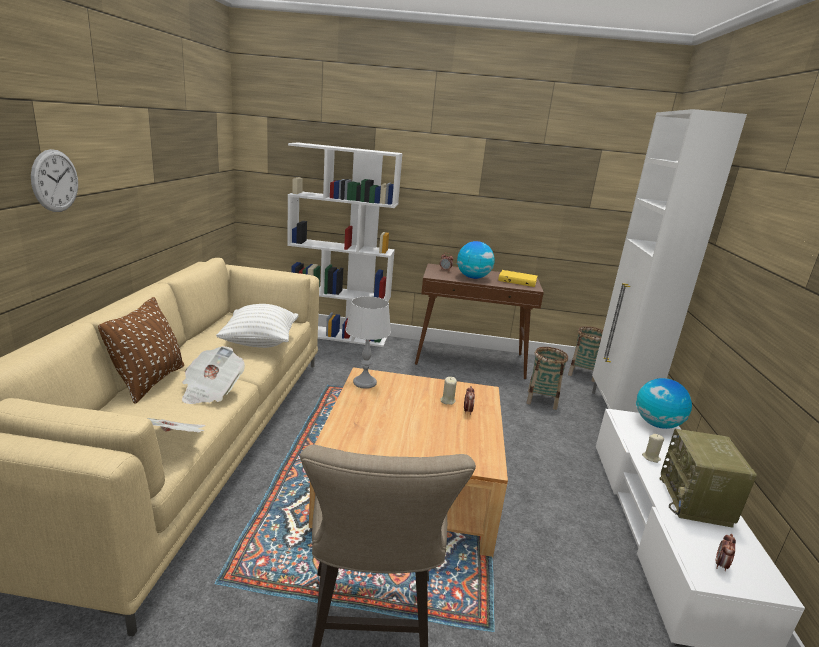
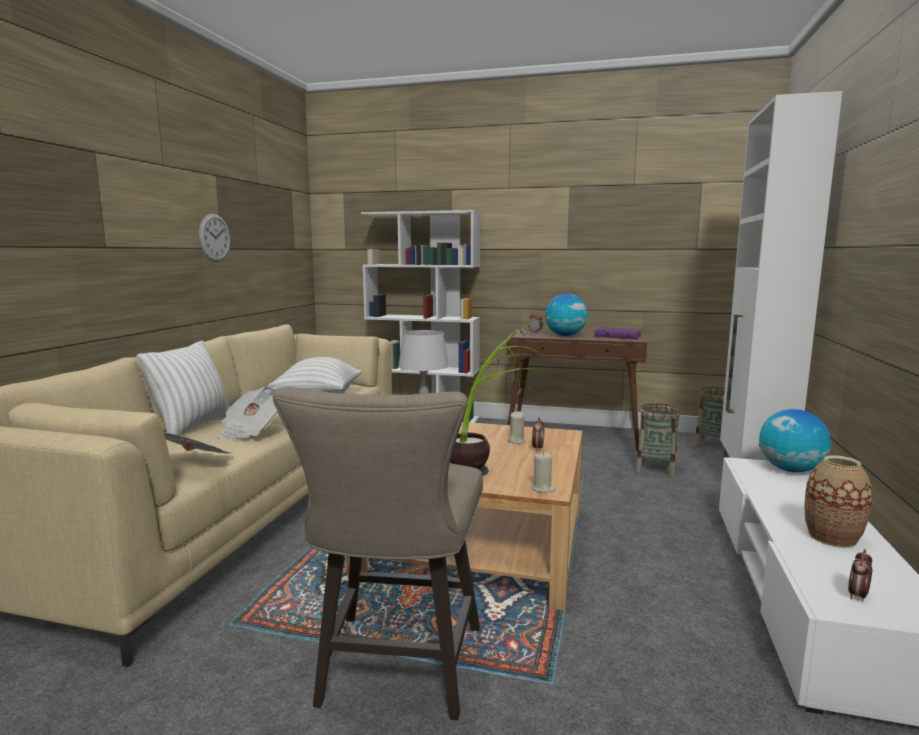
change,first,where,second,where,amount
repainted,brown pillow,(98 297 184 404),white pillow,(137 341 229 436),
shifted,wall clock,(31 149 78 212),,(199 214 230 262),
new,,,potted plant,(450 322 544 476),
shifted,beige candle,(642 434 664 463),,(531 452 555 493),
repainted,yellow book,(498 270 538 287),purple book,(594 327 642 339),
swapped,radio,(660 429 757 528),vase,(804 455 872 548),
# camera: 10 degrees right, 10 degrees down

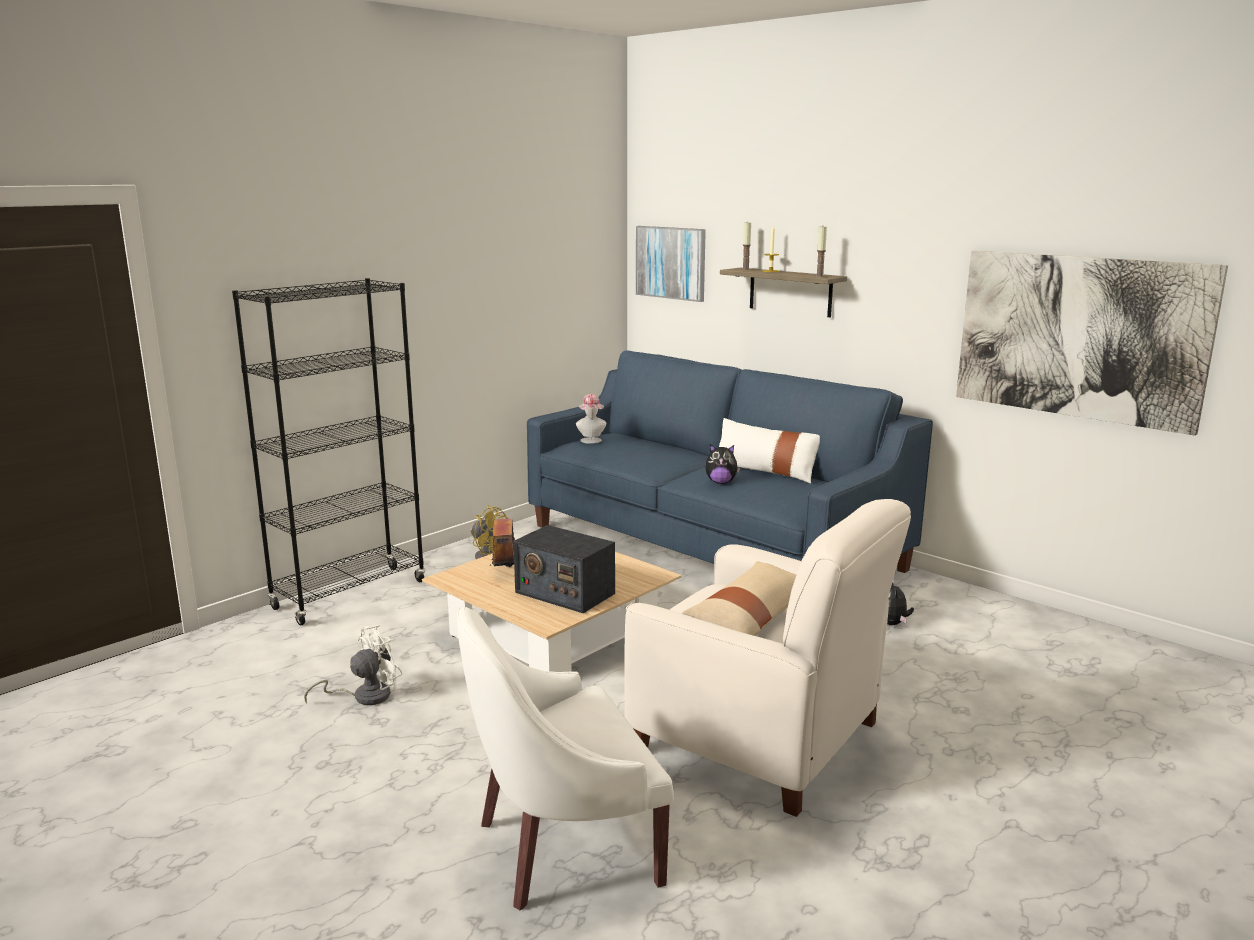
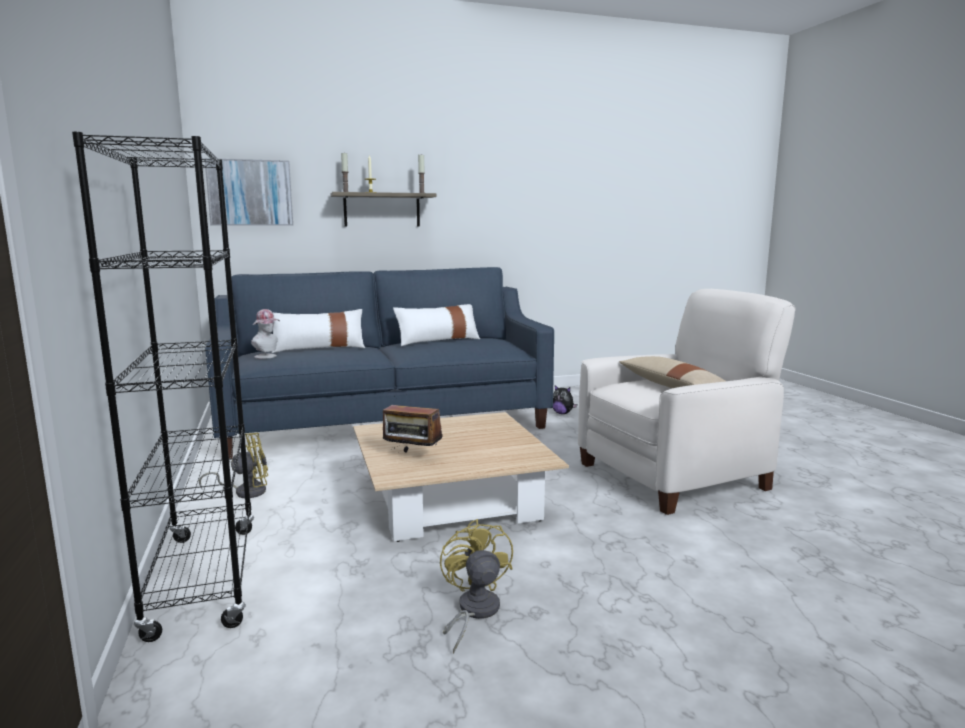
change,first,where,second,where,amount
new,,,white pillow,(272 309 365 353),
repainted,white fan,(304 625 403 705),yellow fan,(440 519 513 654),
gone,white armchair,(457 607 674 911),,,
gone,radio,(513 525 615 613),,,
gone,plush toy,(705 444 740 484),,,
gone,picture,(956 251 1228 436),,,
# camera: 60 degrees left, 5 degrees down

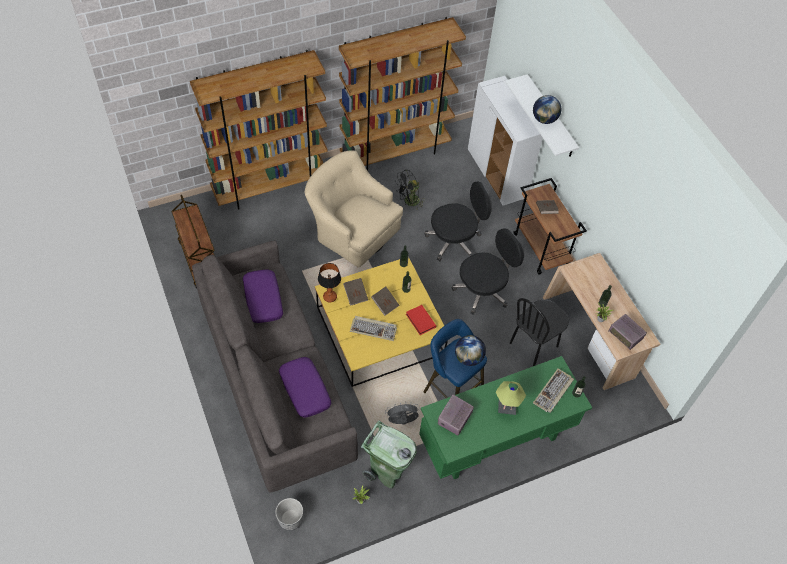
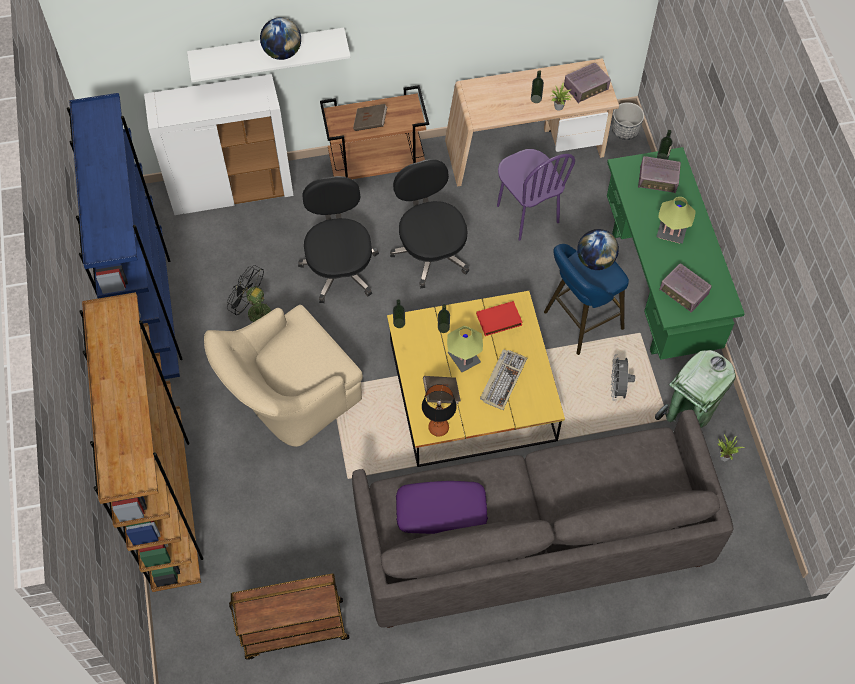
change,first,where,second,where,amount
repainted,brown bookcase,(339 17 466 171),blue bookcase,(67 93 183 379),
rotated,black fan,(395 169 425 210),,(227 265 271 322),135 degrees clockwise
swapped,brown book,(371 287 400 316),table lamp,(447 326 483 372),
repainted,black chair,(510 298 569 366),purple chair,(497 149 575 241),
shifted,planter,(275 498 303 530),,(612 102 644 140),
swapped,keyboard,(533 368 574 413),radio,(638 156 681 193),
gone,purple pillow,(279 357 331 418),,,
# camera: 75 degrees left, 5 degrees up

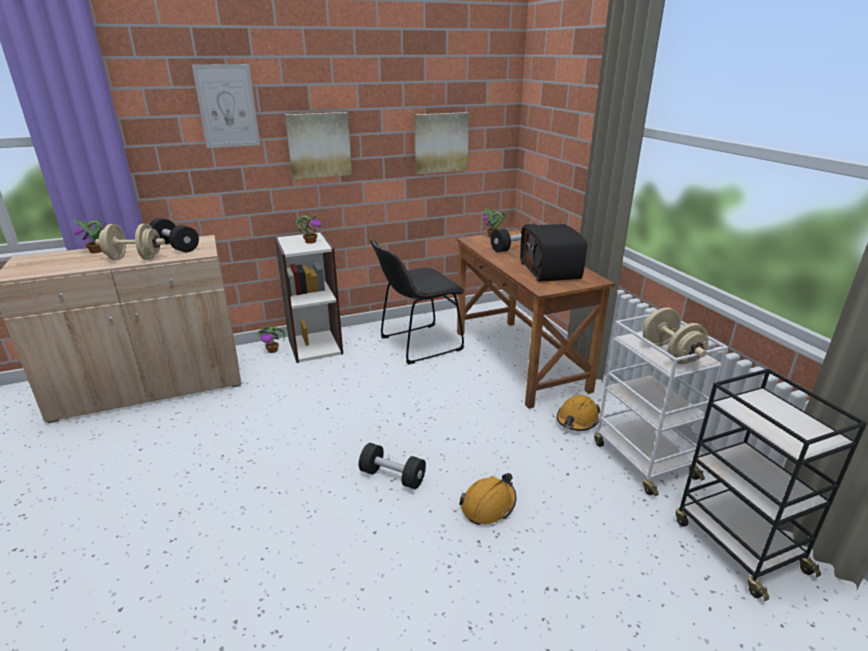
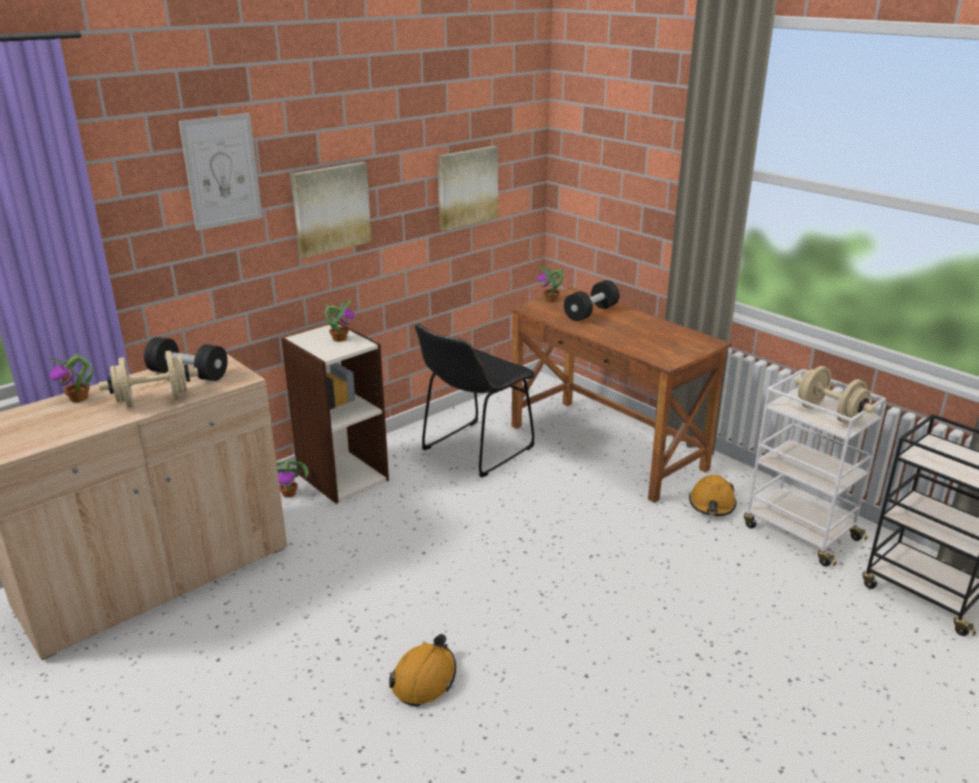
change,first,where,second,where,amount
shifted,orange hard hat,(459 473 516 525),,(389 634 456 706),
gone,black dumbbell,(359 443 426 489),,,
gone,radio,(520 224 587 282),,,
# camera: 20 degrees left, 0 degrees up

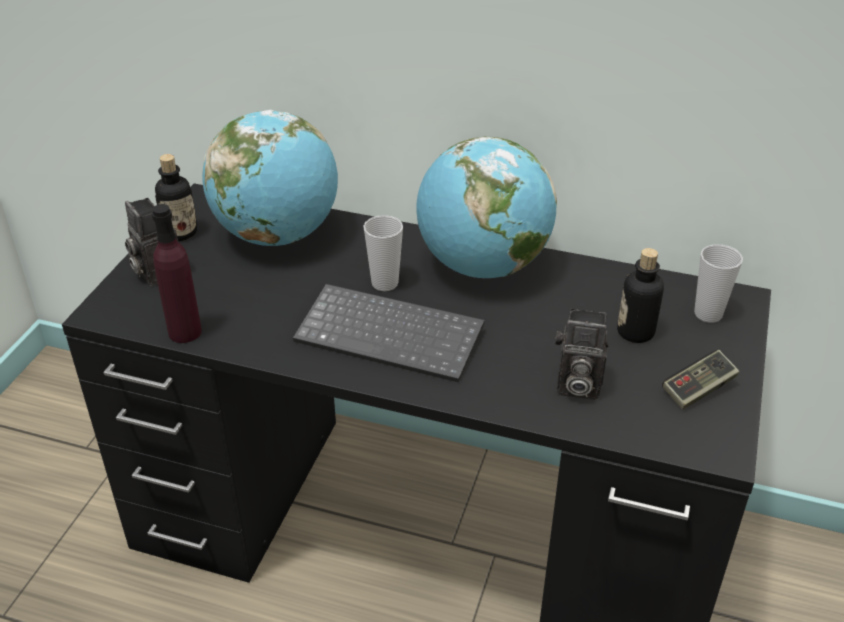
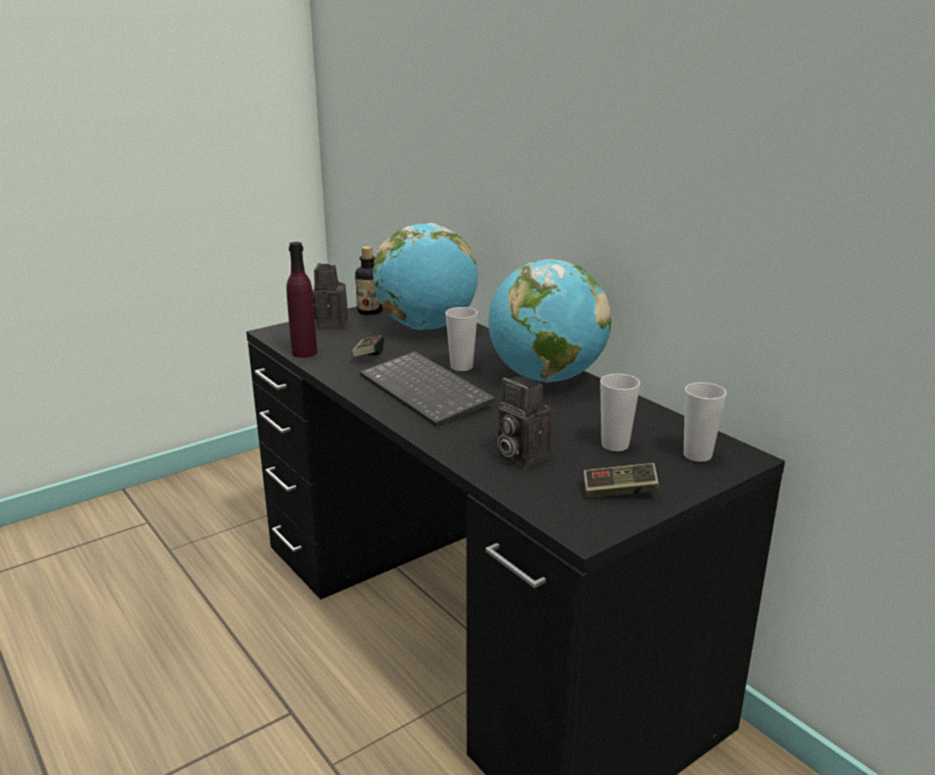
change,first,where,second,where,amount
new,,,game controller,(352 335 384 357),
swapped,bottle,(617 248 664 343),cup,(600 373 640 452),
# camera: 35 degrees right, 15 degrees down

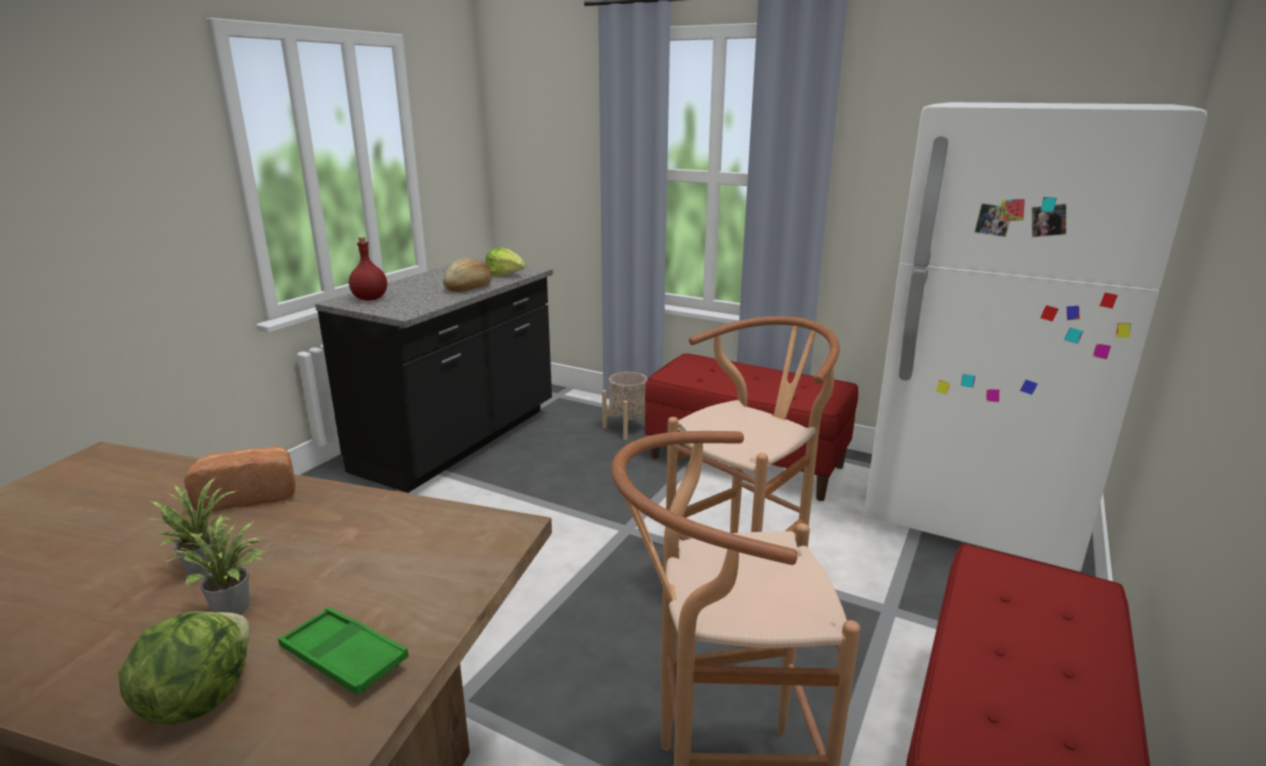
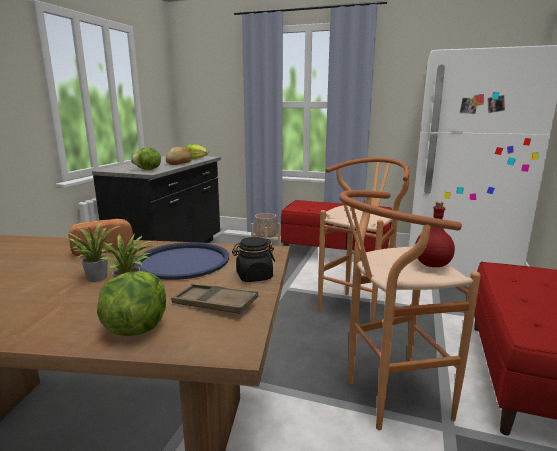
change,first,where,second,where,amount
new,,,lettuce,(131 148 161 170),
new,,,blue tray,(135 242 229 280),
repainted,green tray,(278 607 409 695),brown tray,(171 283 259 314),
new,,,black jar,(232 237 275 282),
shifted,red bottle,(349 237 387 301),,(415 201 455 267),
# camera: 10 degrees left, 5 degrees down

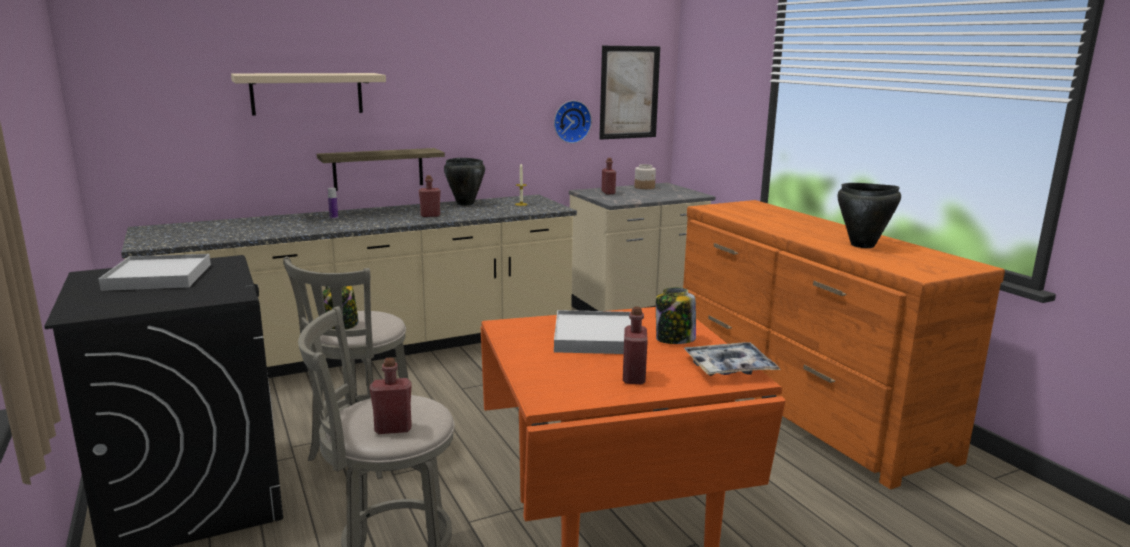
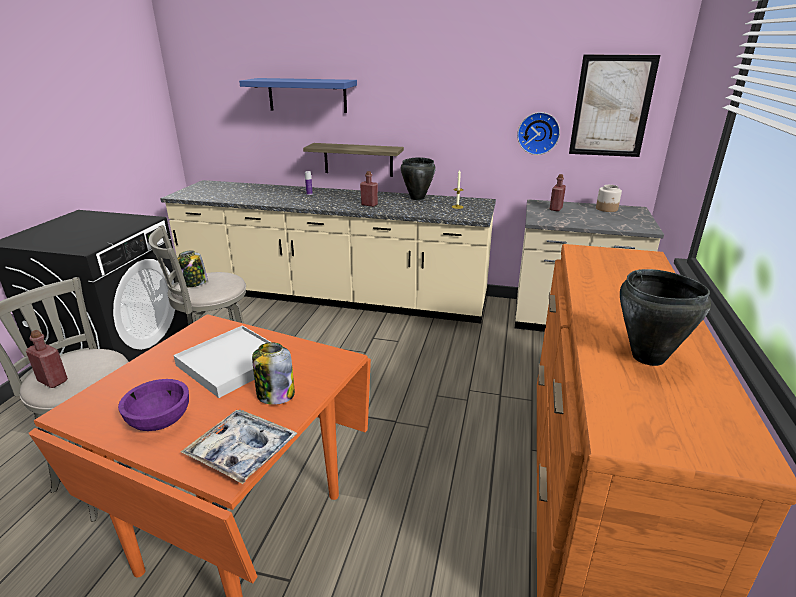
change,first,where,second,where,amount
swapped,red bottle,(623 307 648 384),purple bowl,(118 379 189 431),
repainted,beige shelf,(231 73 386 116),blue shelf,(239 78 357 113),
gone,white tray,(99 254 211 291),,,
# camera: 40 degrees right, 10 degrees up

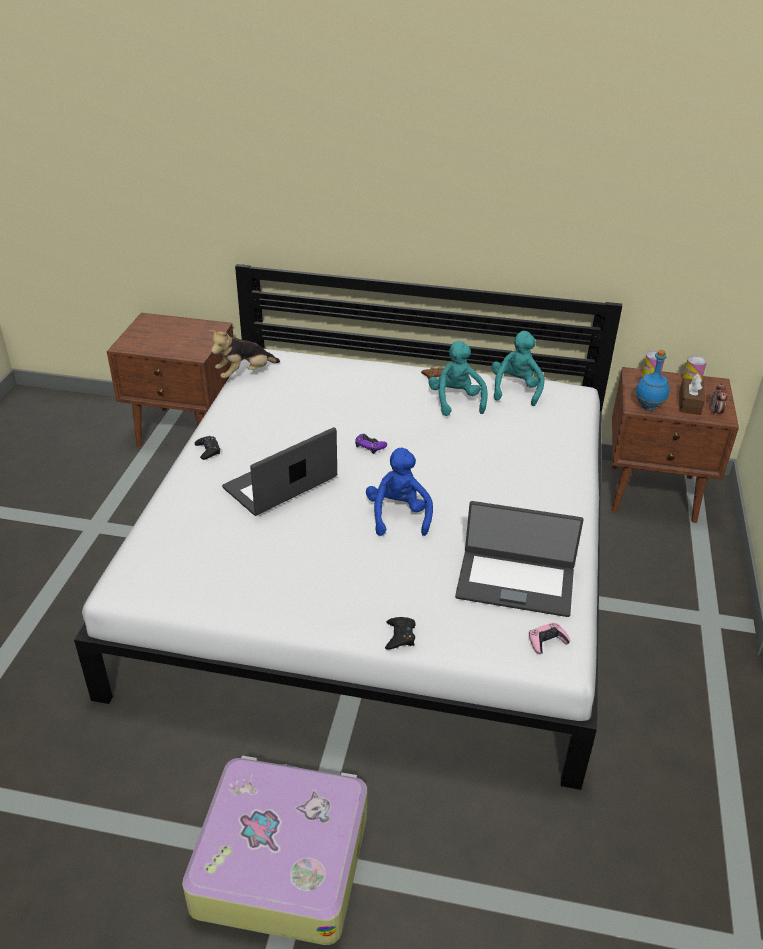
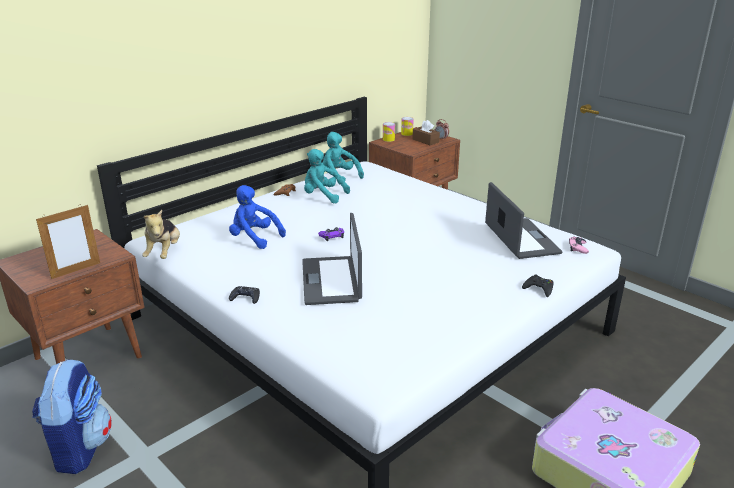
change,first,where,second,where,amount
new,,,backpack,(32 359 112 474),
new,,,picture frame,(36 205 100 279),
shifted,blue plush toy,(366 448 433 536),,(229 185 286 249),
rotated,laptop,(455 501 583 617),,(485 182 562 259),60 degrees counterclockwise
gone,blue bottle,(635 350 669 411),,,
# camera: 55 degrees left, 10 degrees down

